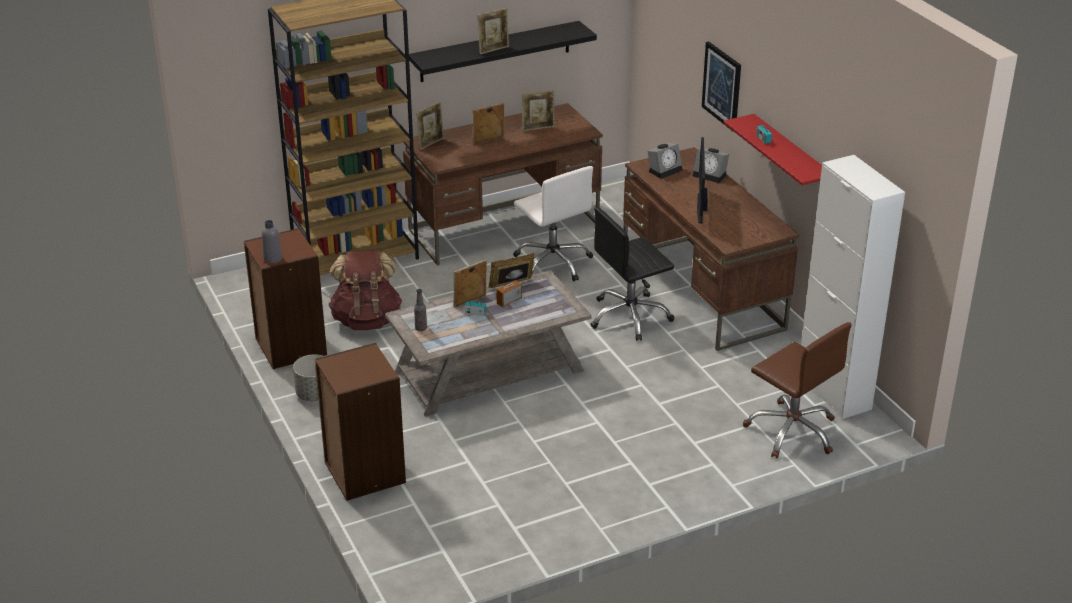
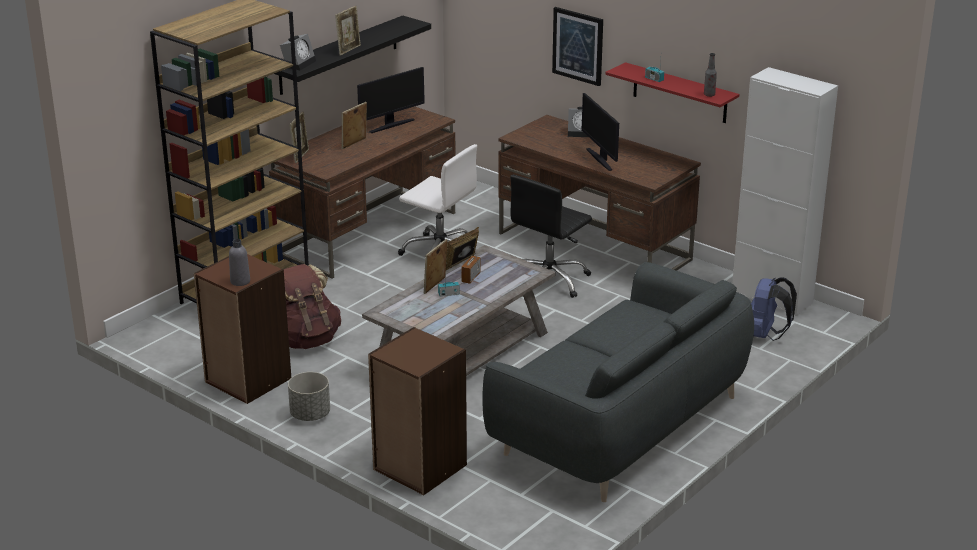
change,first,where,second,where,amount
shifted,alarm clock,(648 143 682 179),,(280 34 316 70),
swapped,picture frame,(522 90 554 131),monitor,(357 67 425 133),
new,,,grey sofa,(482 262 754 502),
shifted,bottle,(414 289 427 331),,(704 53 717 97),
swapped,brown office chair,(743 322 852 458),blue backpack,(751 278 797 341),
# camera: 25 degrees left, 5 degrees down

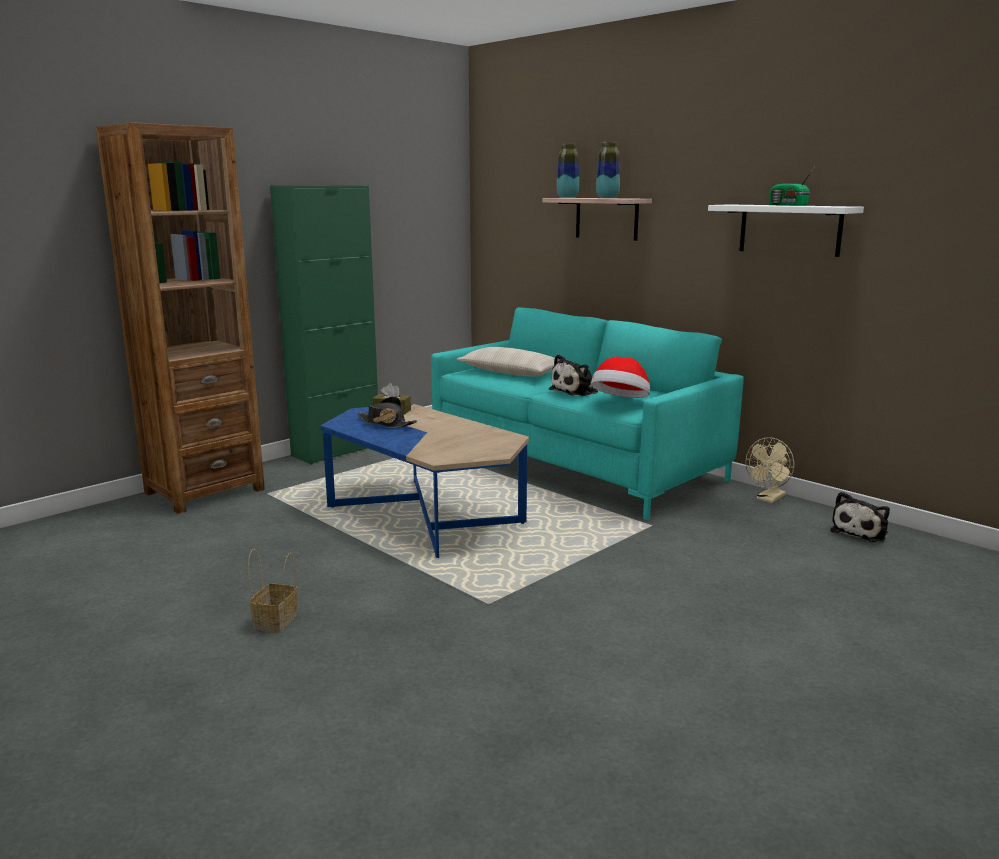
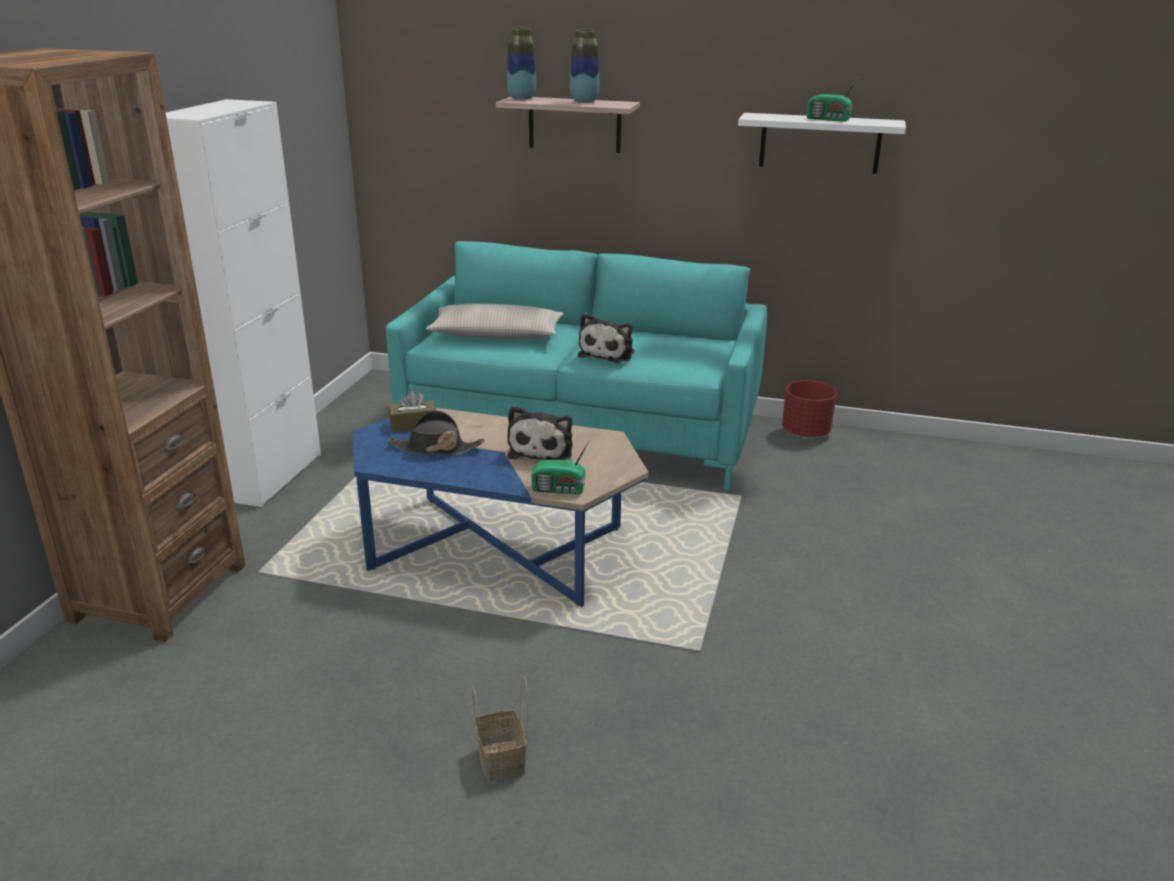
change,first,where,second,where,amount
repainted,green cabinet,(270 185 378 464),white cabinet,(166 99 321 507),
shifted,plush toy,(831 492 890 542),,(507 406 573 460),
new,,,radio,(531 441 589 494),
swapped,beige fan,(746 437 794 503),red planter,(782 380 837 438),
gone,hat,(591 357 650 398),,,
# camera: 30 degrees left, 10 degrees up

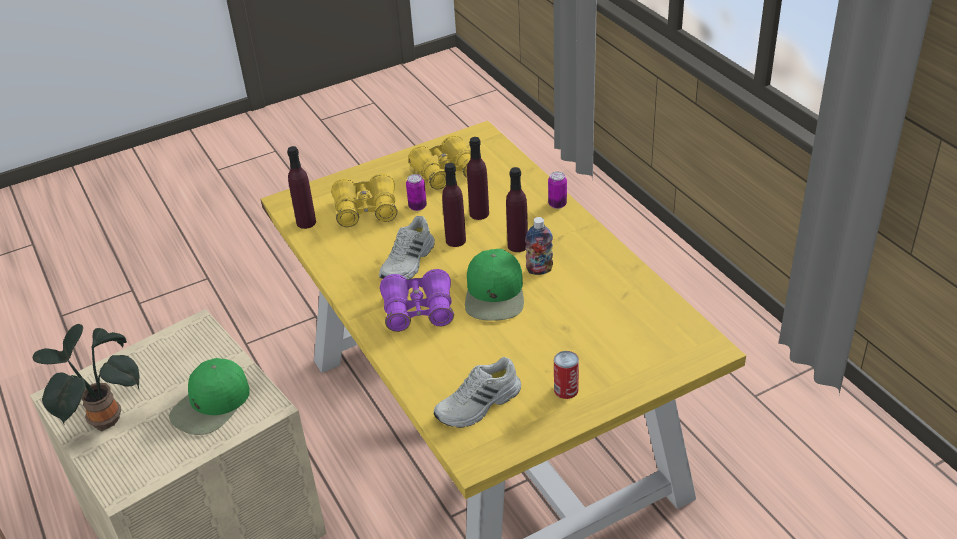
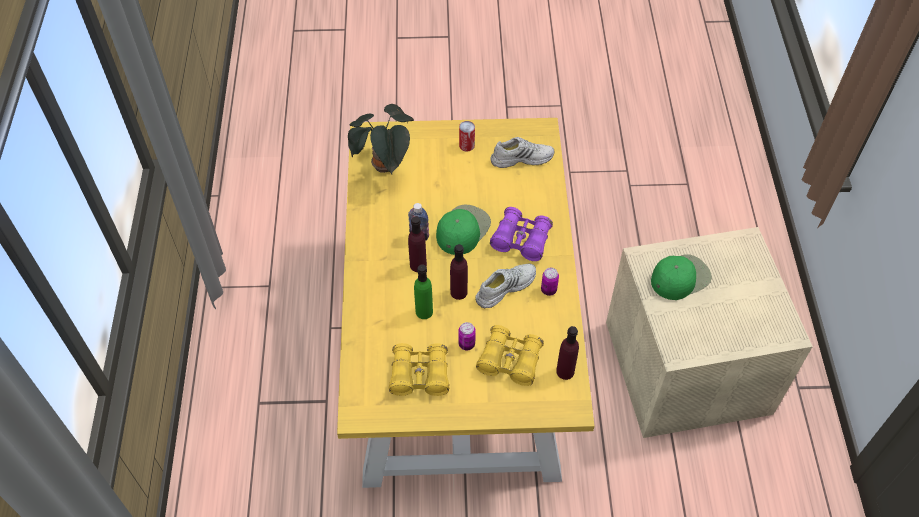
change,first,where,second,where,amount
shifted,potted plant,(33 324 139 432),,(348 104 414 175),
repainted,purple bottle,(467 137 489 220),green bottle,(414 264 433 319),
shifted,can,(548 171 567 209),,(541 268 559 296),
# camera: 155 degrees left, 15 degrees up

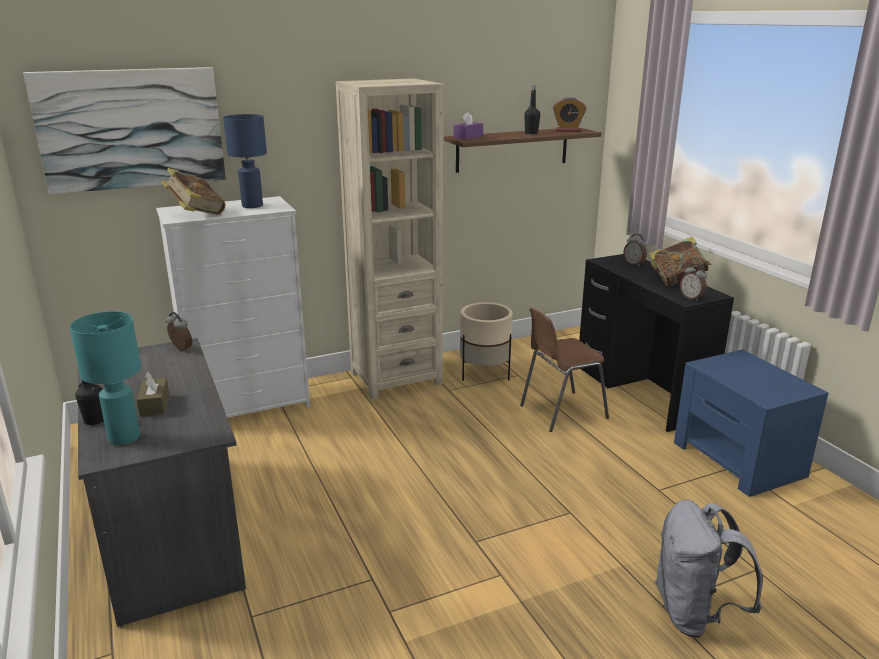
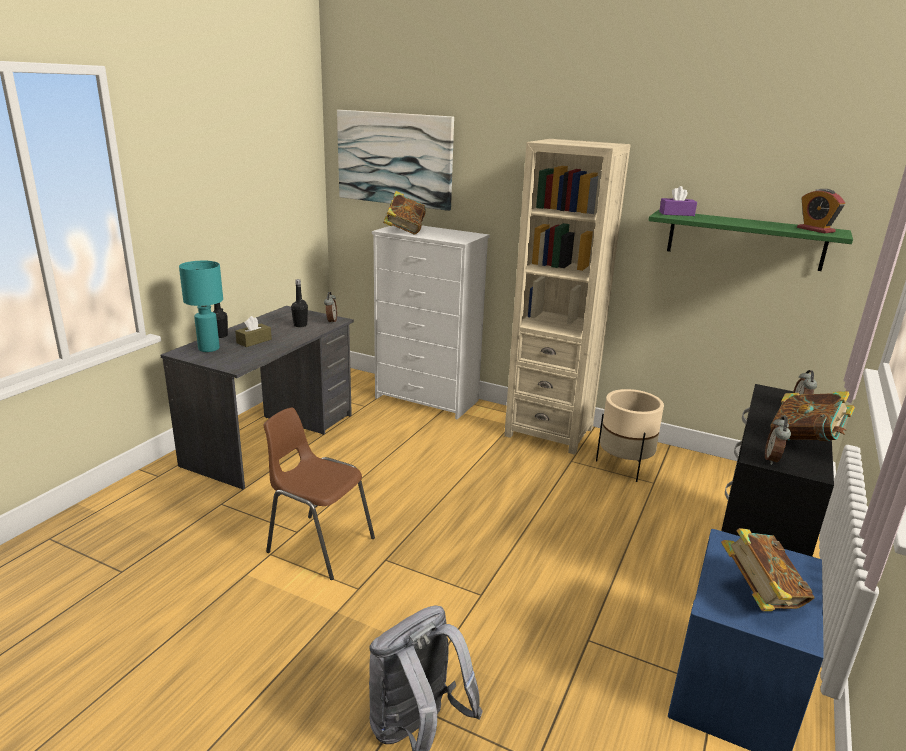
change,first,where,second,where,amount
shifted,brown chair,(520 308 609 432),,(264 407 375 580),
shifted,black bottle,(524 85 540 134),,(291 279 308 327),
repainted,brown shelf,(444 127 602 173),green shelf,(648 210 853 271),
new,,,book,(721 528 815 611),
gone,blue table lamp,(223 114 267 208),,,
# camera: 50 degrees right, 0 degrees up

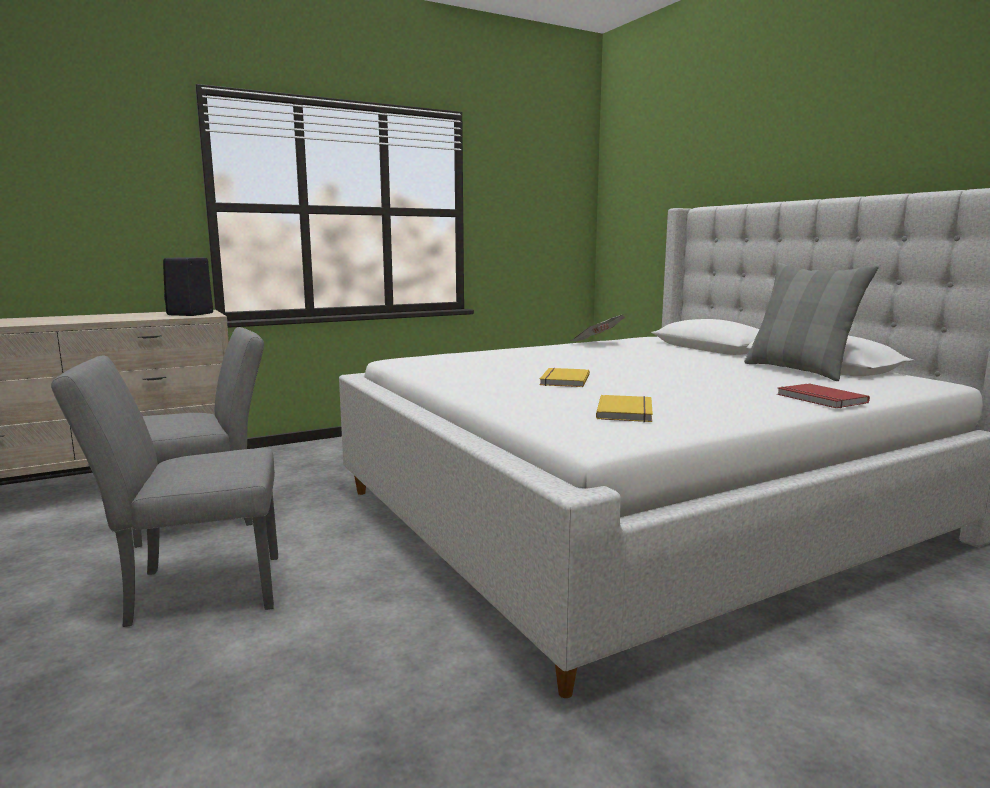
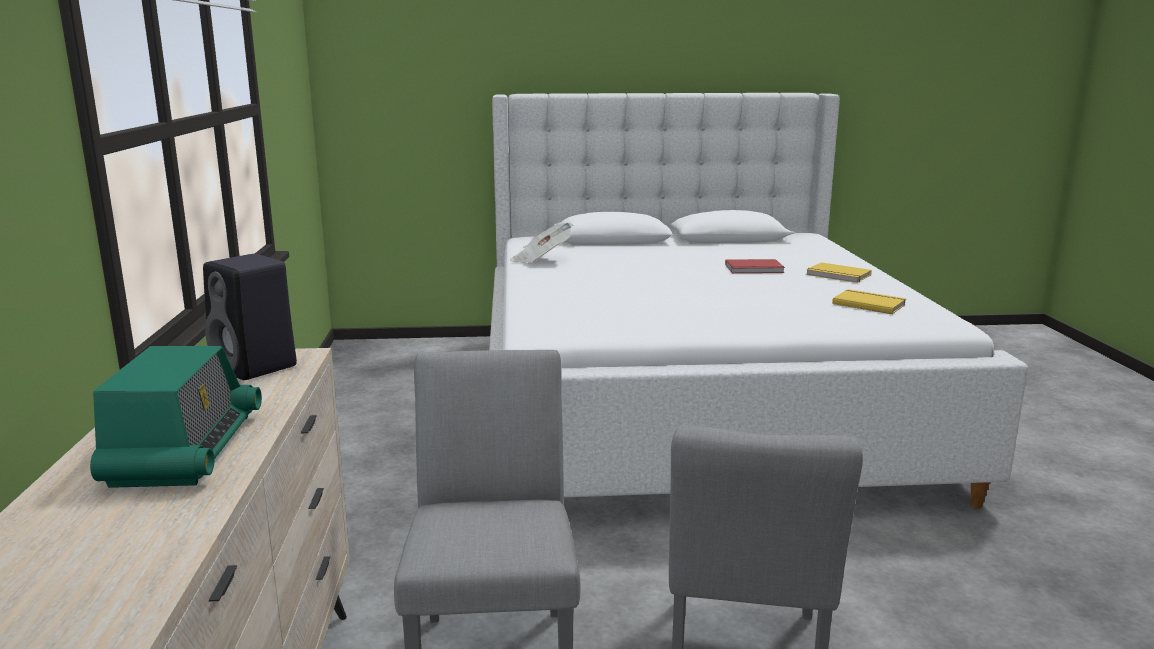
change,first,where,second,where,amount
new,,,radio,(90 346 262 488),
shifted,red book,(777 383 870 408),,(725 259 785 273),
shifted,yellow book,(540 368 590 387),,(806 262 872 283),
gone,grey pillow,(744 263 879 381),,,
# camera: 65 degrees left, 5 degrees up

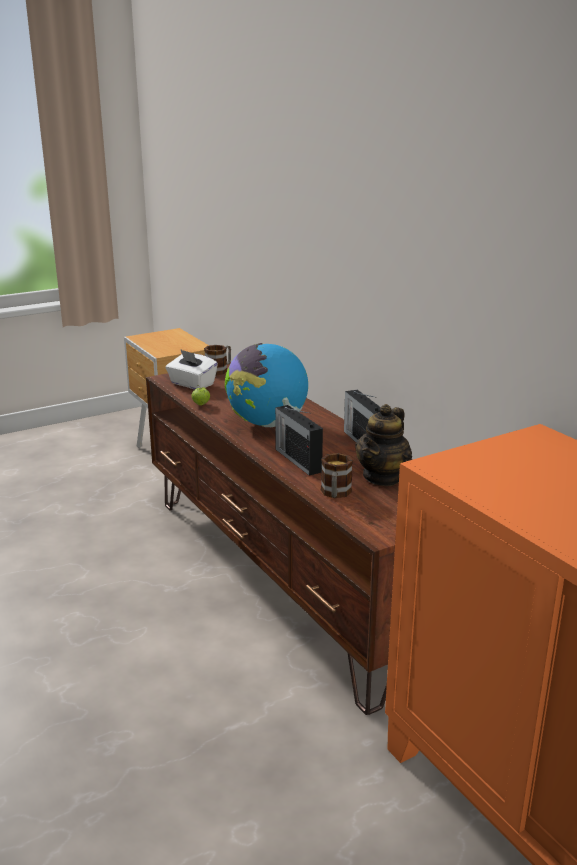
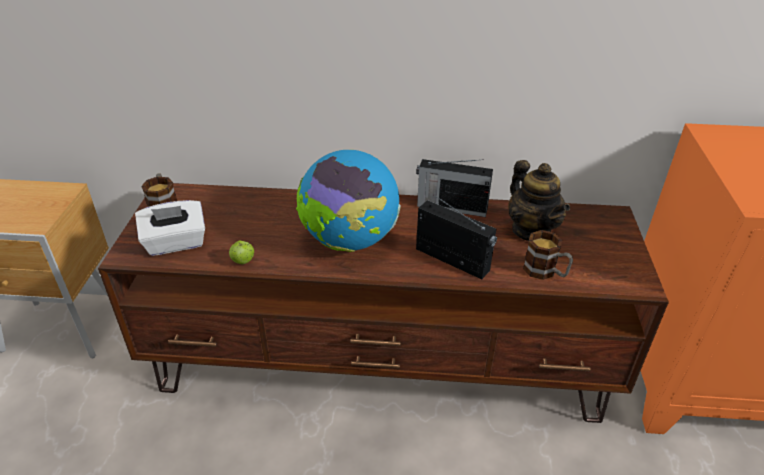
change,first,where,second,where,amount
rotated,radio,(275 405 323 476),,(416 194 497 279),150 degrees counterclockwise
# camera: 55 degrees left, 15 degrees up

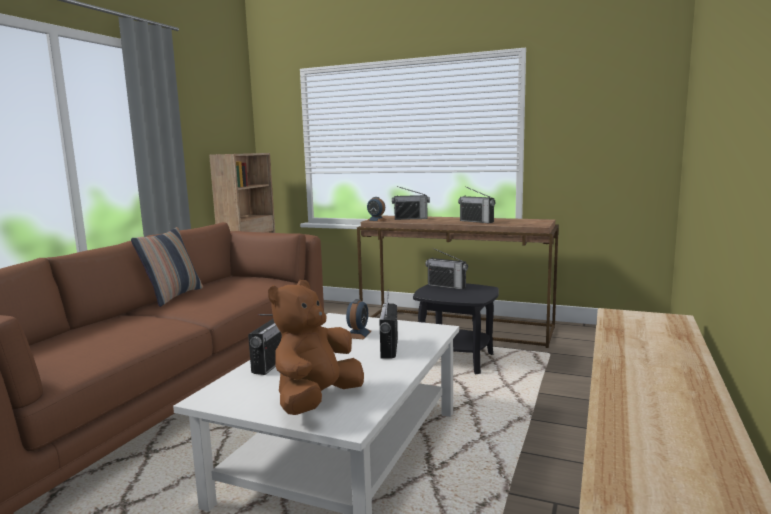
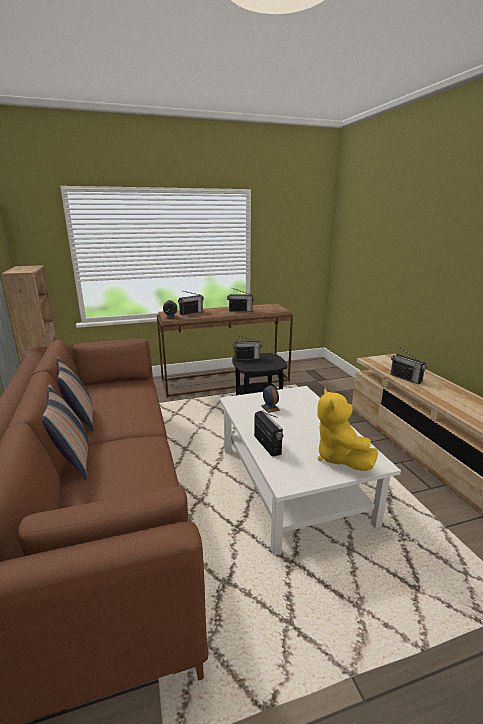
change,first,where,second,where,amount
new,,,pillow,(42 384 88 480),
repainted,brown plush toy,(268 280 364 415),yellow plush toy,(317 388 378 471),
shifted,radio,(379 290 398 359),,(390 347 427 384),
# camera: 40 degrees left, 10 degrees up

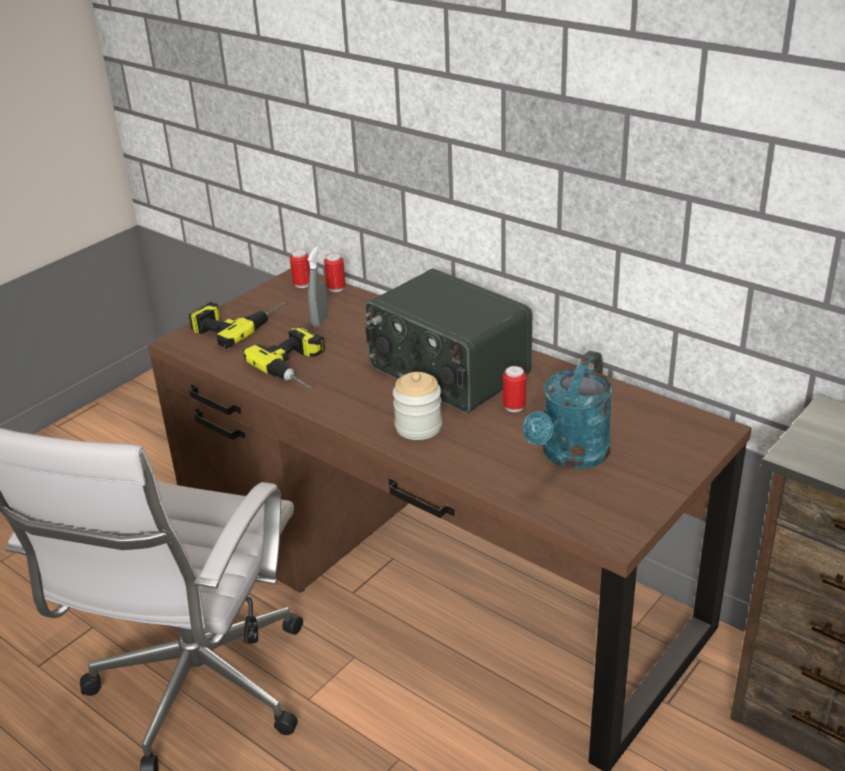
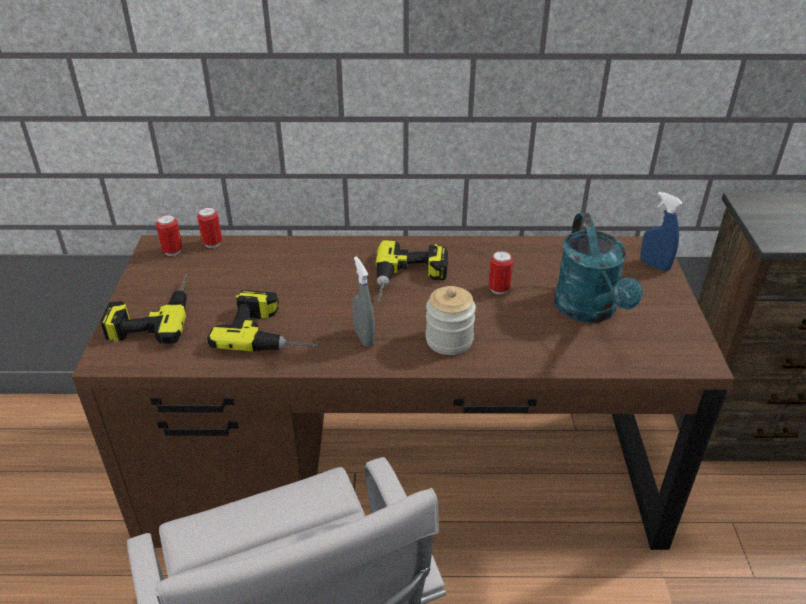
change,first,where,second,where,amount
shifted,grey spray bottle,(308 247 328 327),,(352 256 375 347),
swapped,radio,(365 268 532 413),power drill,(376 240 448 304),
new,,,blue spray bottle,(640 192 682 271),
# camera: 40 degrees left, 5 degrees up

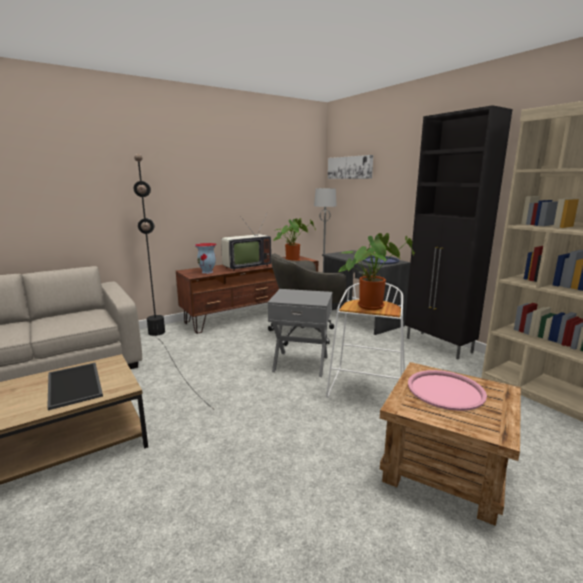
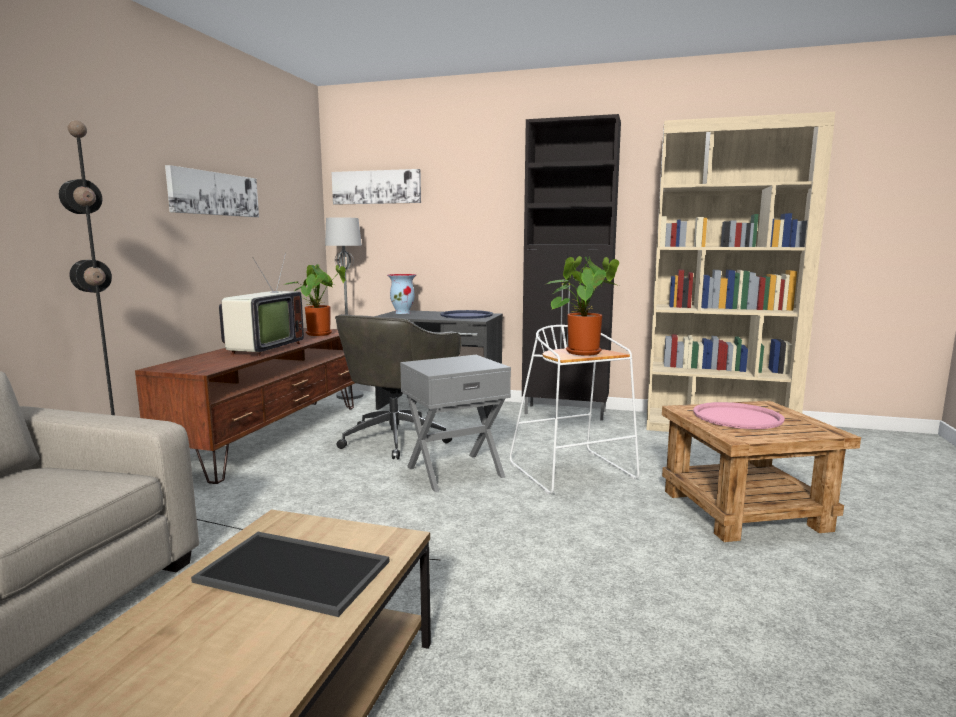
change,first,where,second,where,amount
new,,,picture,(165 165 259 217),
shifted,vase,(195 243 217 274),,(387 274 416 314),
# camera: 40 degrees left, 5 degrees down

